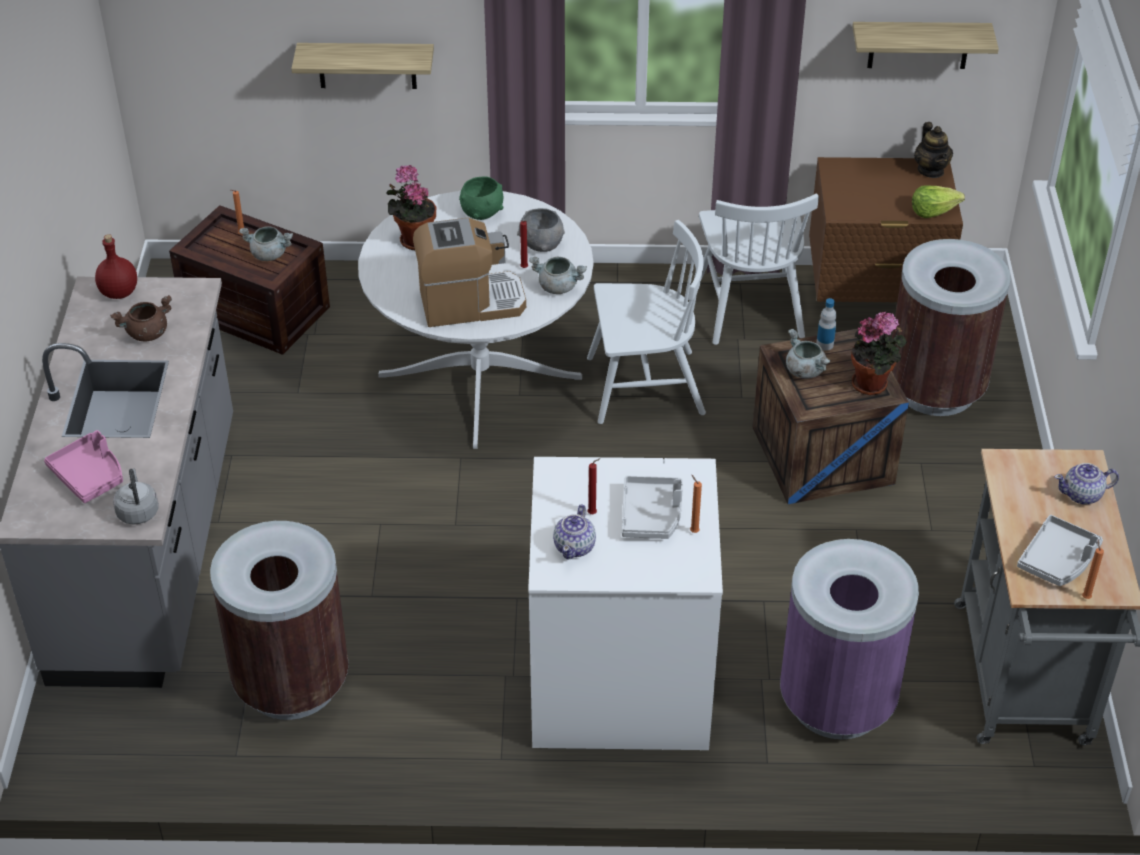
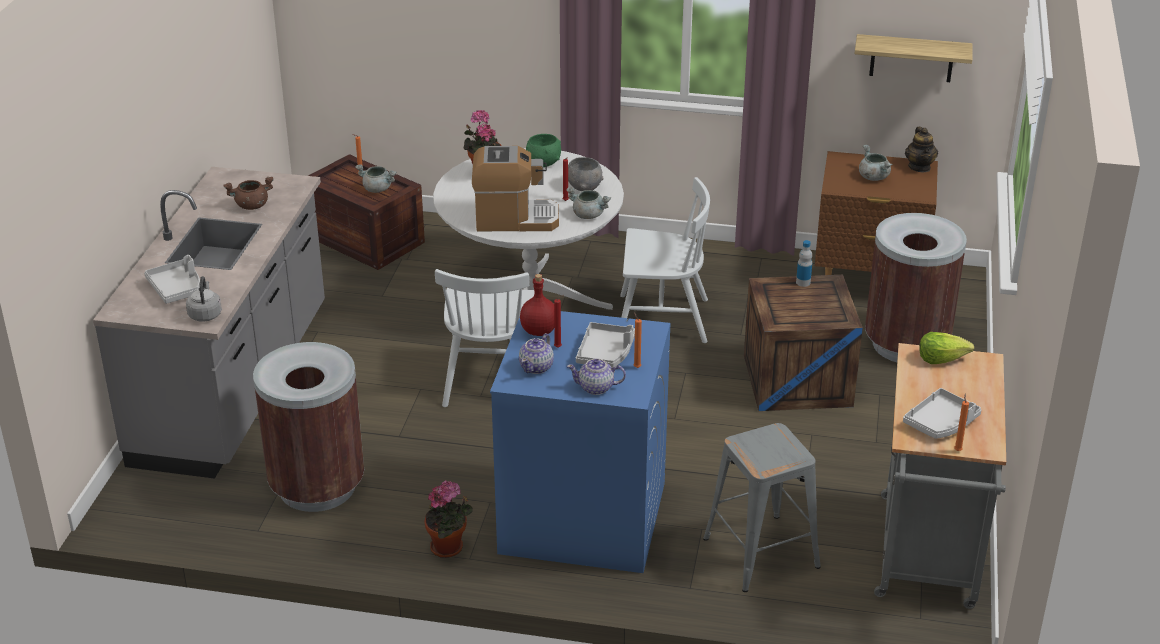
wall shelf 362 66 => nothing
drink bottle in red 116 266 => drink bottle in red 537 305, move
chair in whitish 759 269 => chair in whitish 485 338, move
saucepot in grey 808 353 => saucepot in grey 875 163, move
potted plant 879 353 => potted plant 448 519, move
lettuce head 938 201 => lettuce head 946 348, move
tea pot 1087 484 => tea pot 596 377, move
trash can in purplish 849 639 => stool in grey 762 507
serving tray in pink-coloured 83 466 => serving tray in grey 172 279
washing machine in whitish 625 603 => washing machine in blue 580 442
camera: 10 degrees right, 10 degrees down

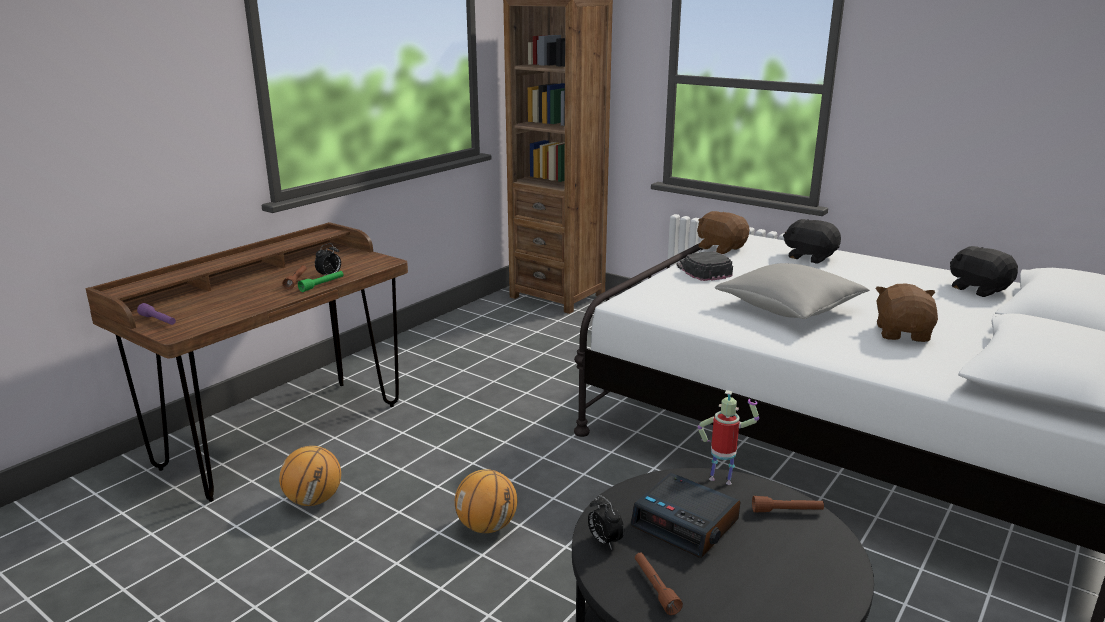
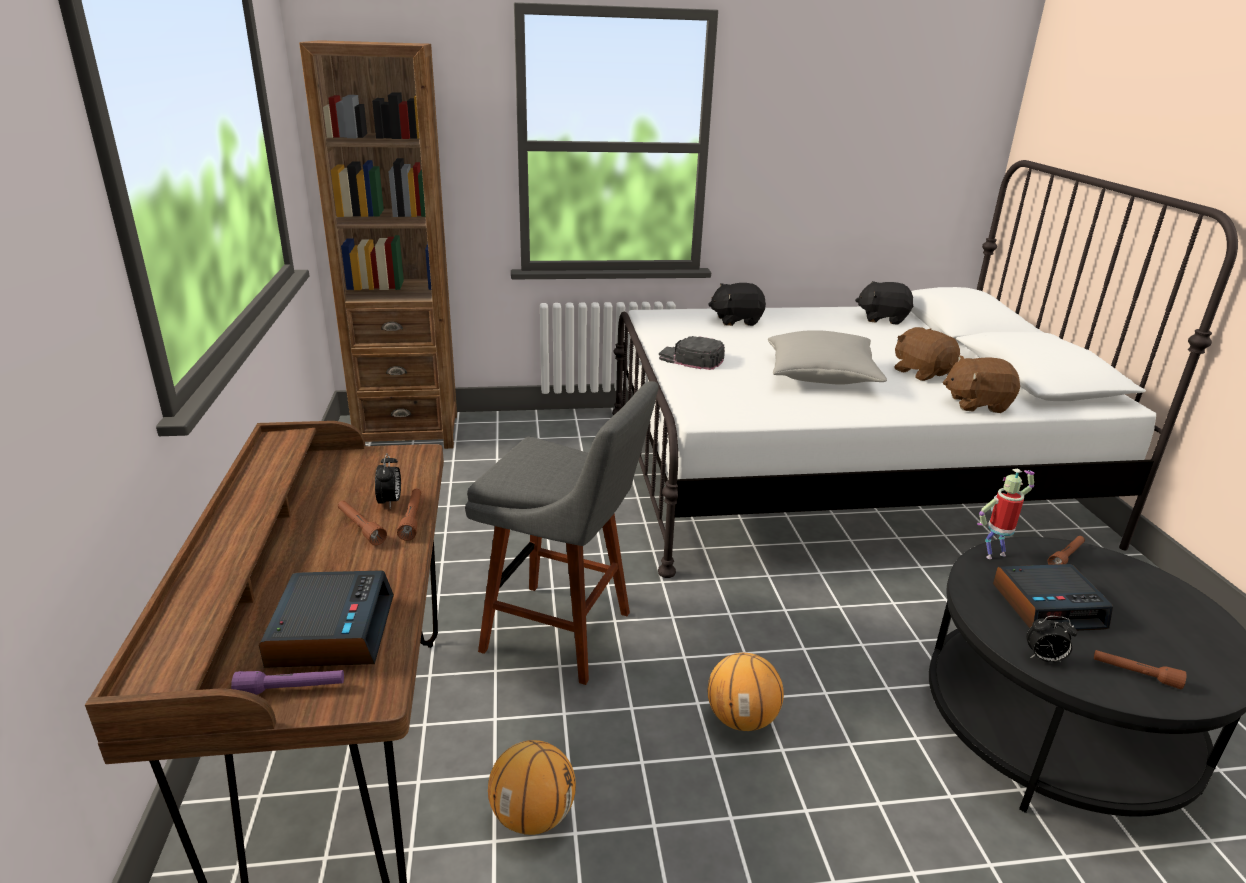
nothing => table clock 326 619
nothing => stool in grey 562 533
soft toy in brown 723 232 => soft toy in brown 981 384, move
hand torch in green 320 281 => hand torch in brown 409 515
camera: 45 degrees left, 5 degrees up

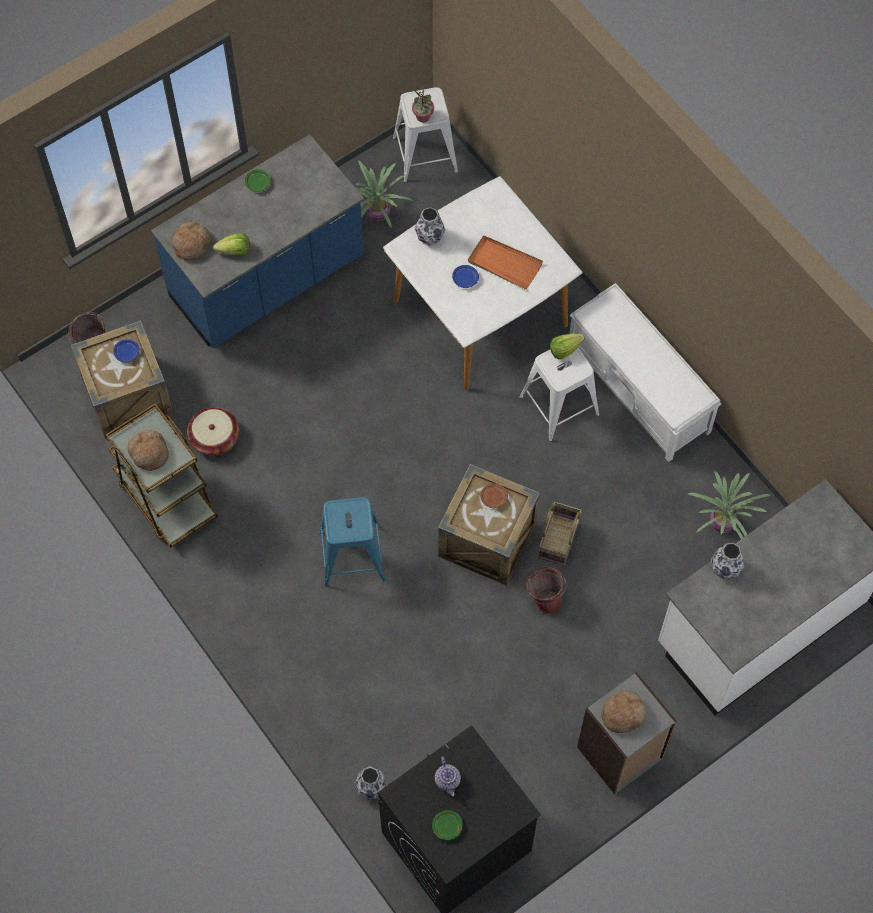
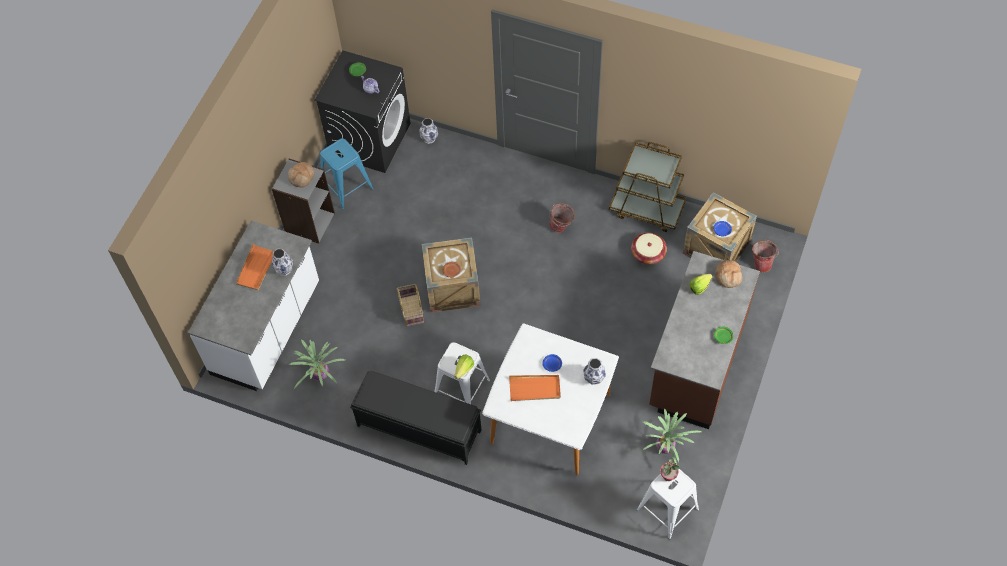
bakery bread 148 450 => nothing
nothing => serving tray in orange 255 266
stool in blue 352 542 => stool in blue 347 174, move
water bucket 546 590 => water bucket 562 218, move
kitchen base unit in blue 257 241 => kitchen base unit in brown 704 340
bench in whitish 645 372 => bench in black-coloured 415 418
camera: 150 degrees right, 5 degrees down

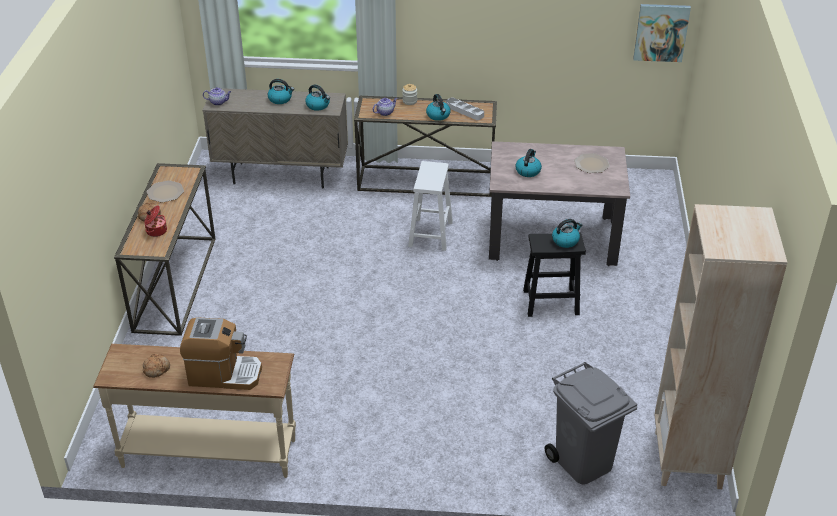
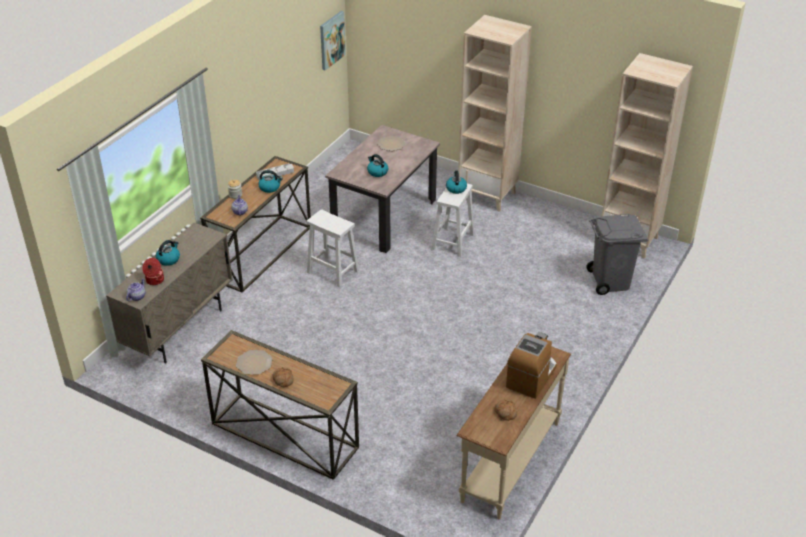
kettle 317 97 => nothing
nothing => bookcase in beige-coloured 495 113
saucepot 155 221 => saucepot 153 271, move
stool in black-coloured 554 275 => stool in whitish 452 220
camera: 65 degrees left, 0 degrees up

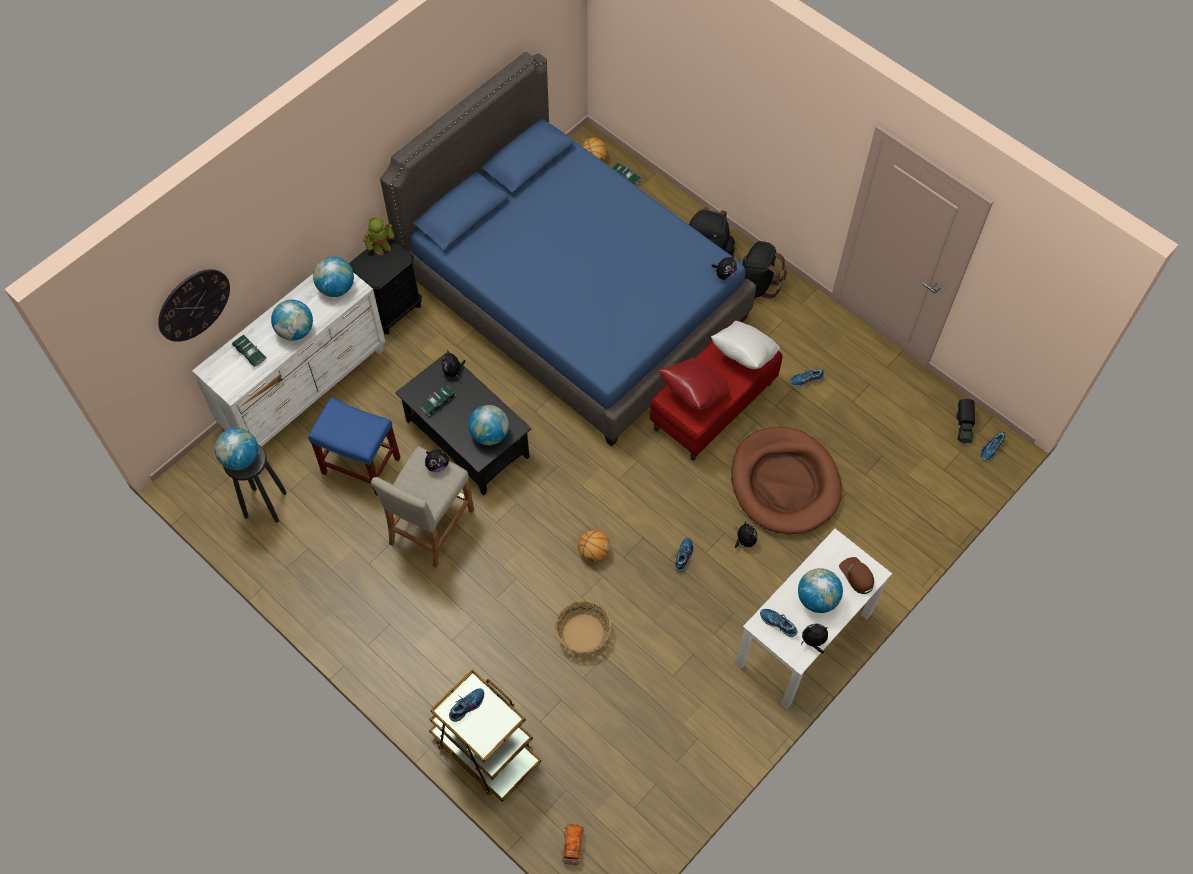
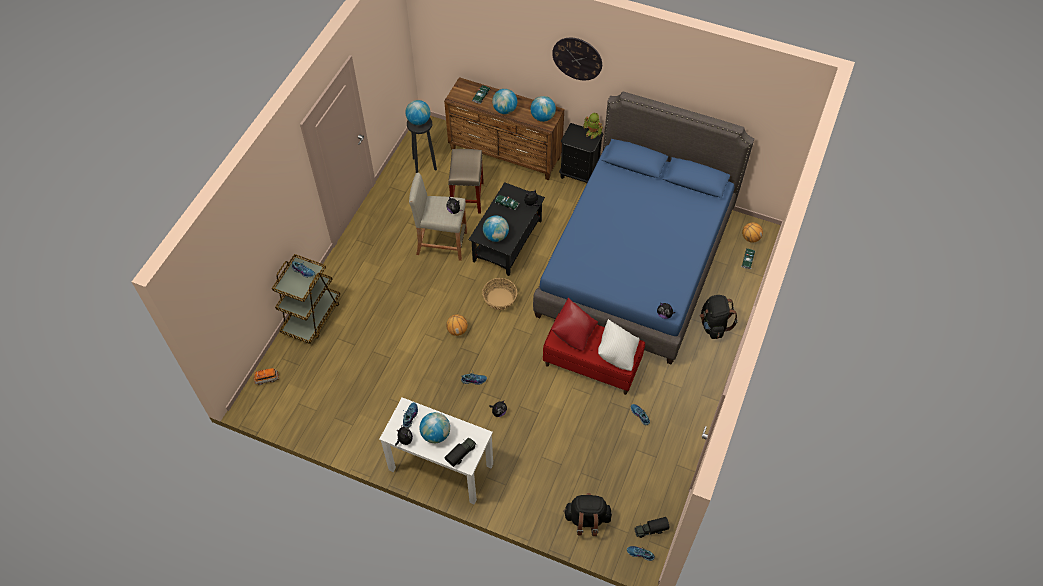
pet bed in brown 786 480 => nothing
wall clock 194 305 => wall clock 577 59, move
basket 583 627 => basket 499 294, move
knapsack in black-coloured 762 270 => knapsack in black-coloured 587 514, move
baseball cap in brown 856 575 => toy truck 460 452
drawer chest in whitish 288 359 => drawer chest in brown 504 128
stool in blue 354 446 => stool in beige-coloured 466 181
camera: 70 degrees right, 5 degrees down

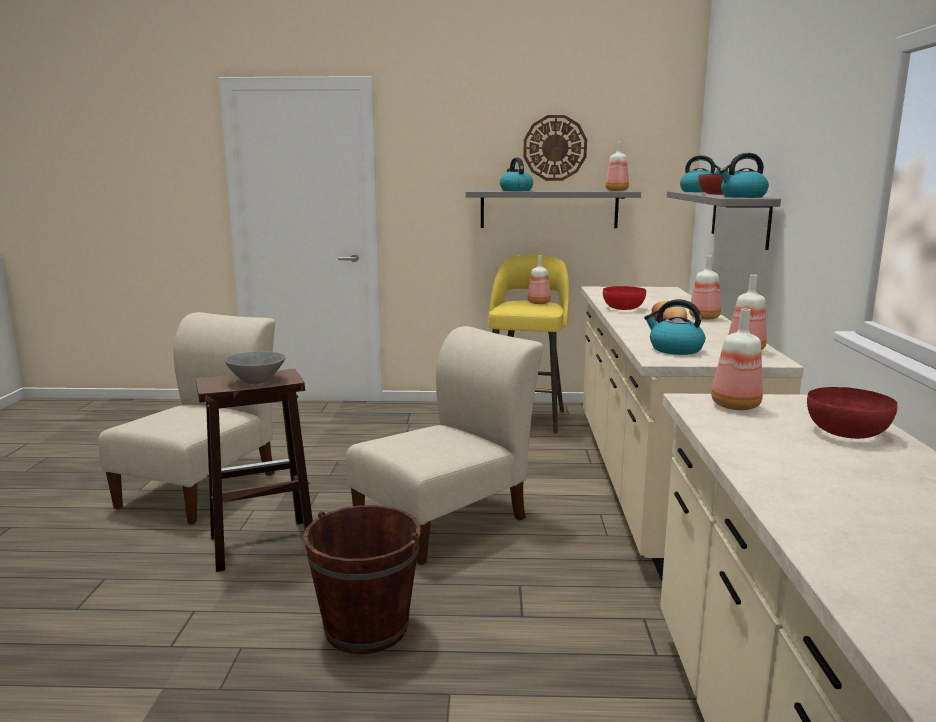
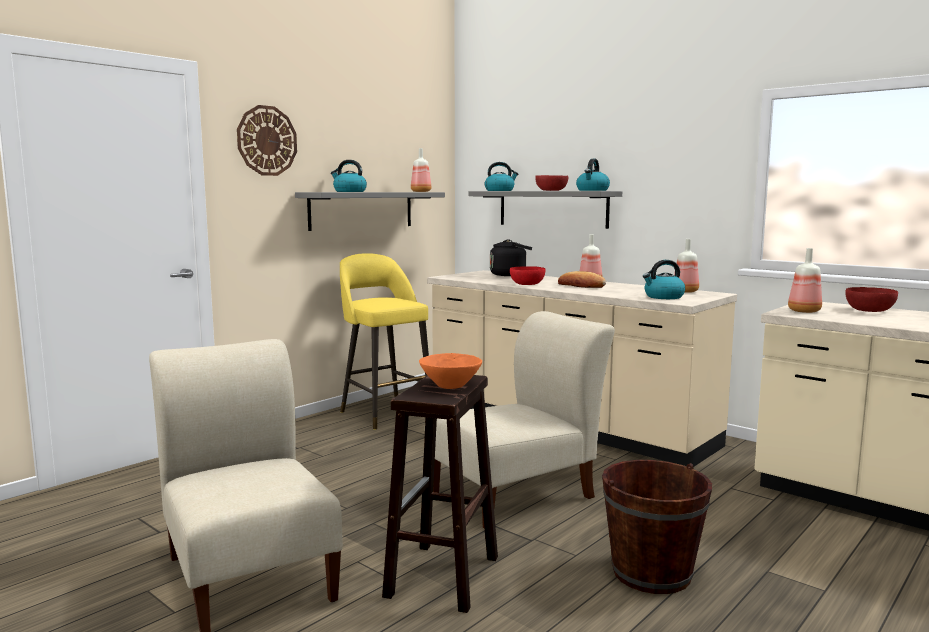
drink bottle 539 279 => nothing
nothing => kettle in black-coloured 511 257
wall clock 555 148 => wall clock 267 140, move
serving bowl in grey 255 368 => serving bowl in orange 450 371
chair in beige-coloured 444 445 => chair in beige-coloured 524 420, 60 degrees clockwise
camera: 50 degrees left, 5 degrees down

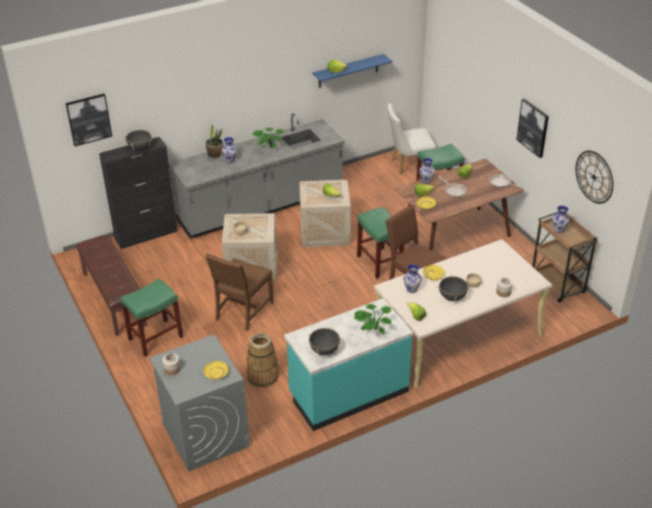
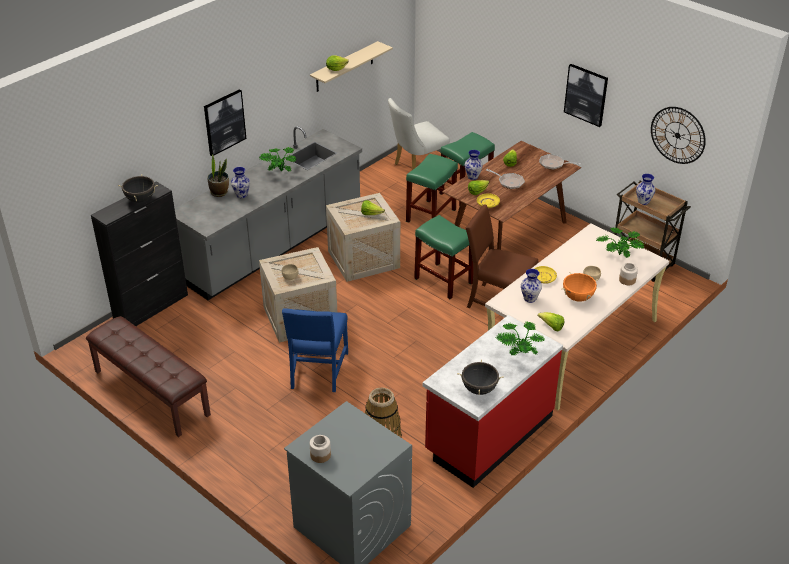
plate in yellowish 216 370 => nothing
nothing => potted plant 621 243
wall art 89 120 => wall art 225 123, move
stool in green 151 317 => stool in green 432 188, move
chair in brown 239 292 => chair in blue 315 350
kitchen base unit in turquoise 348 364 => kitchen base unit in red 493 401
wall shelf in blue 352 71 => wall shelf in beige-coloured 351 66
saucepot in black-coloured 454 287 => saucepot in orange 580 287
camera: 20 degrees left, 0 degrees up

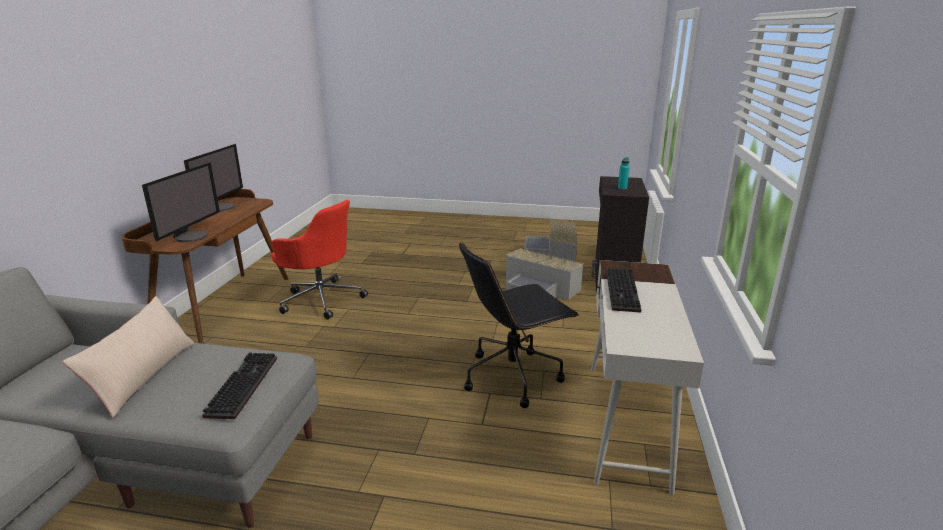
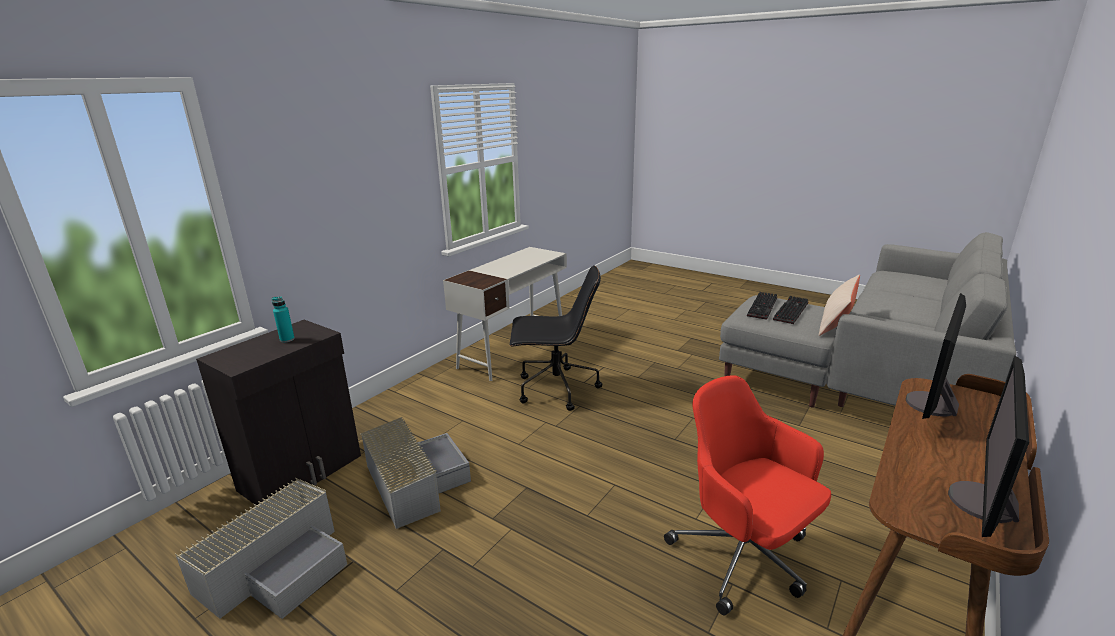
keyboard 624 290 => keyboard 791 310, move
camera: 155 degrees left, 0 degrees up

